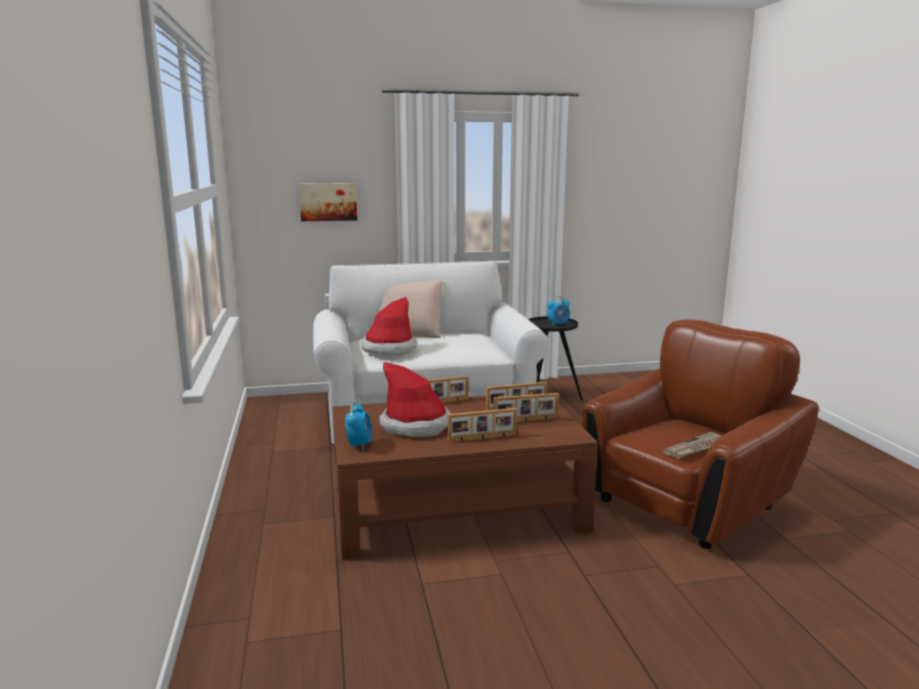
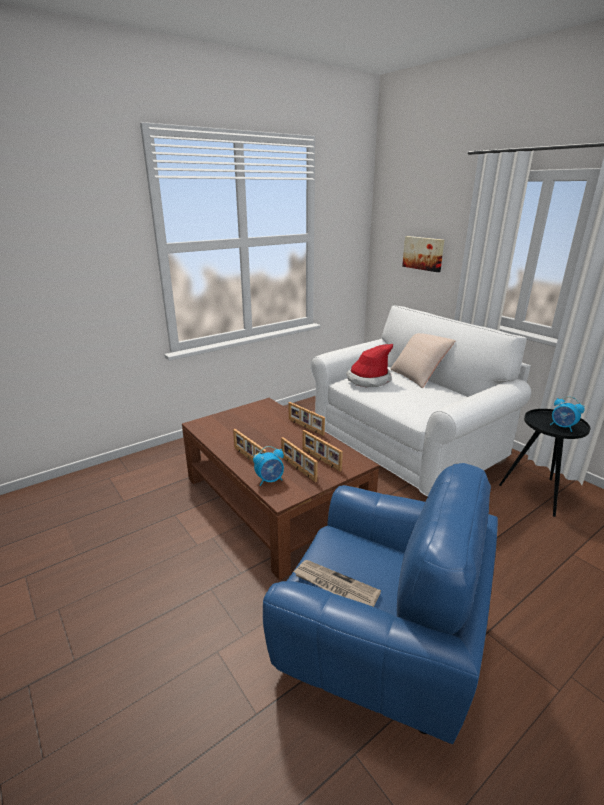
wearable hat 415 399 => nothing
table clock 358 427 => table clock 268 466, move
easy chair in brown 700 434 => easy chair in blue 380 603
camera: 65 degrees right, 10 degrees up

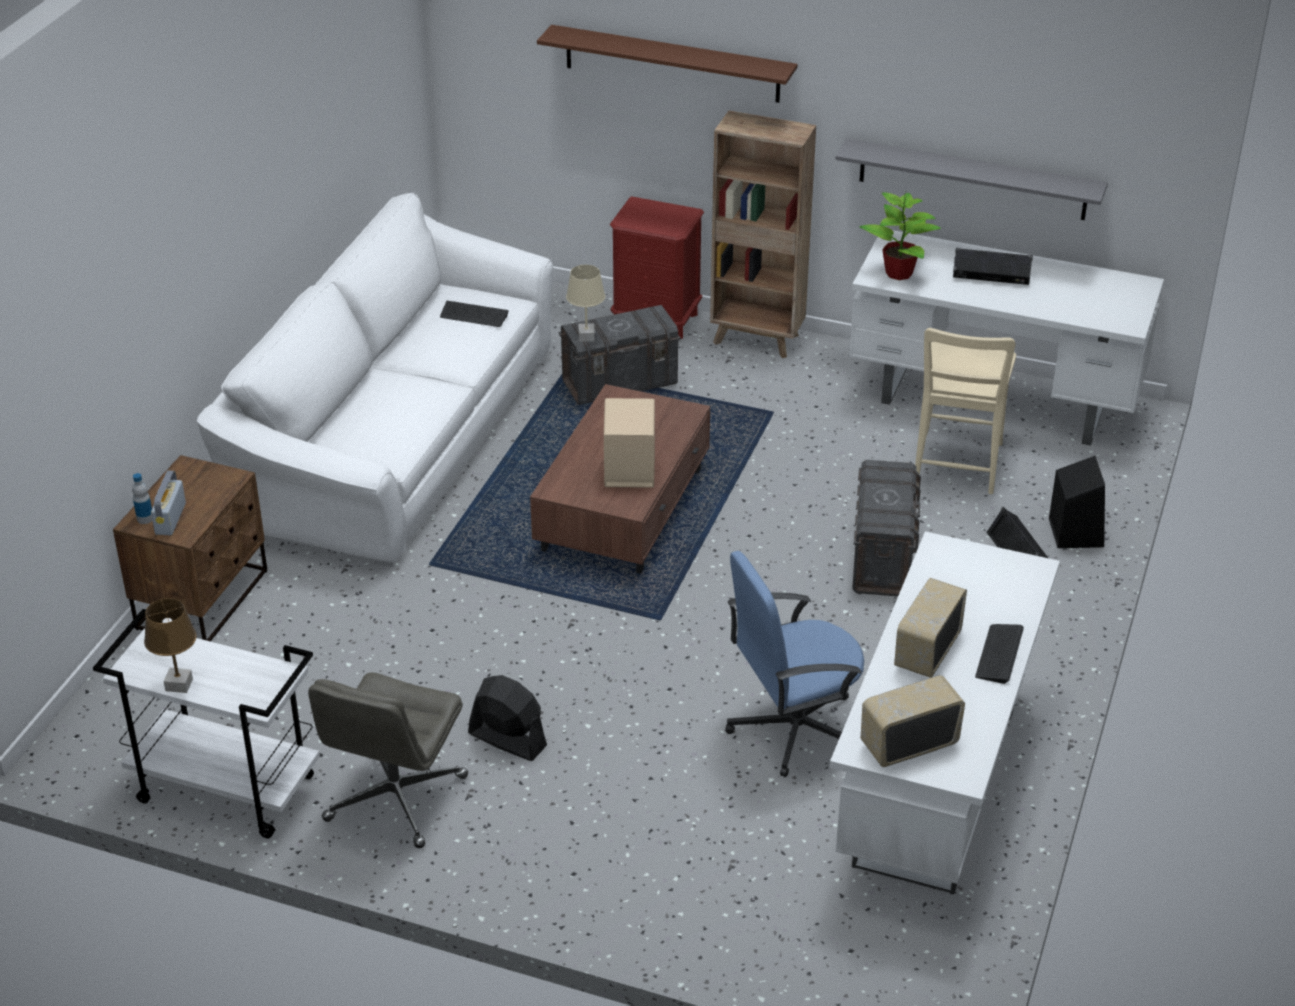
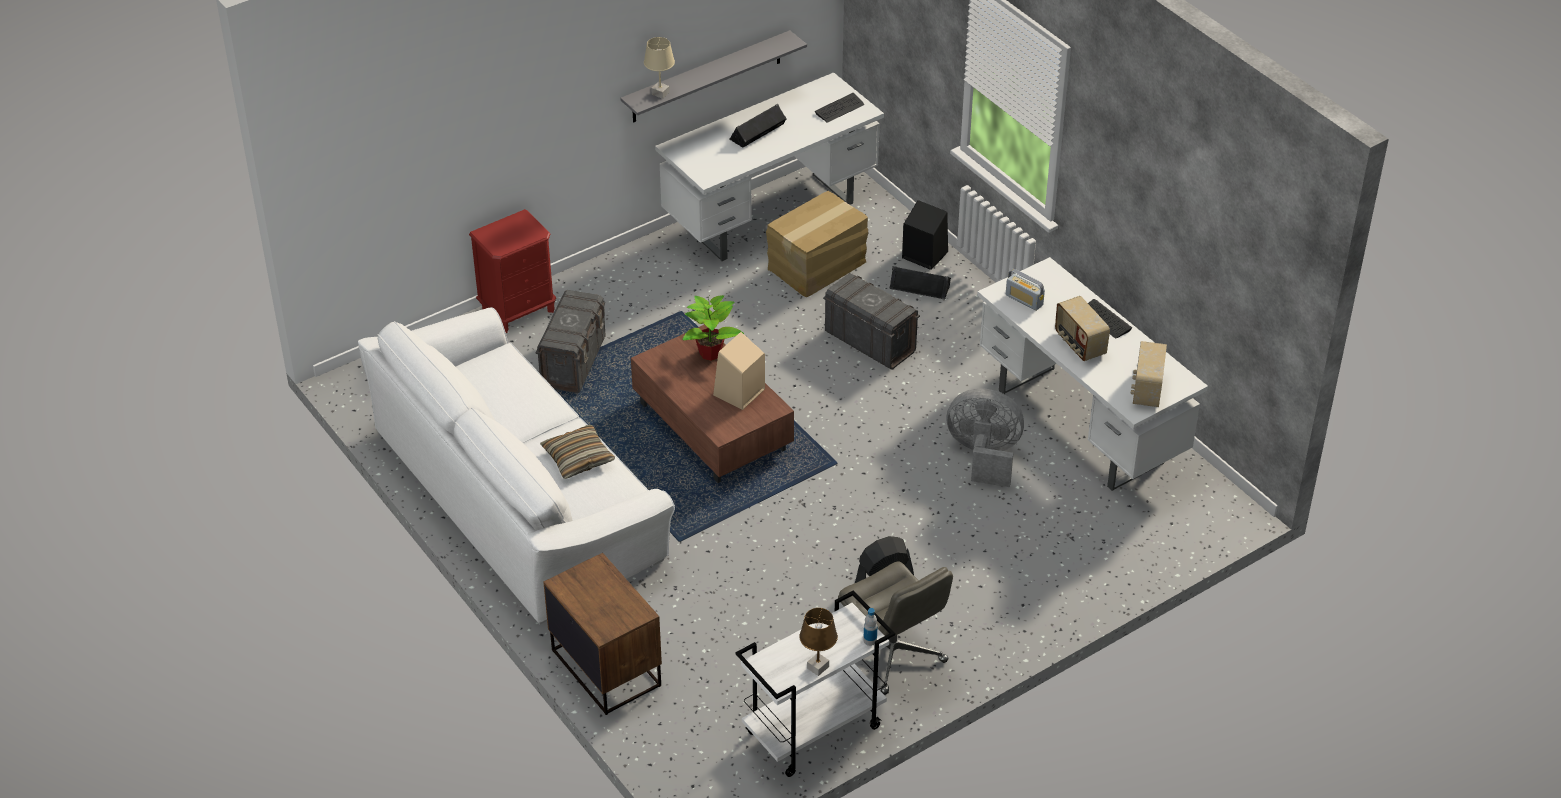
wall shelf in brown 667 64 => nothing
bookcase in brown 763 234 => nothing
nothing => throw pillow 577 452
drink bottle 142 498 => drink bottle 870 627, move
radio 168 502 => radio 1025 290, move
keyboard 474 314 => keyboard 839 108, move
lamp for a table in beige-coloured 585 303 => lamp for a table in beige-coloured 659 68, move
potted plant 900 235 => potted plant 713 328, move
computer chair in blue 794 664 => fan in grey 985 437
chair in beige-coloured 965 411 => packing box 817 244
camera: 55 degrees left, 5 degrees up

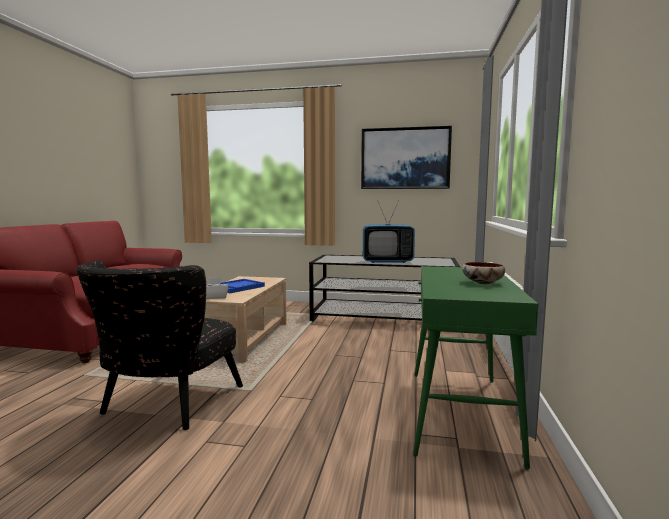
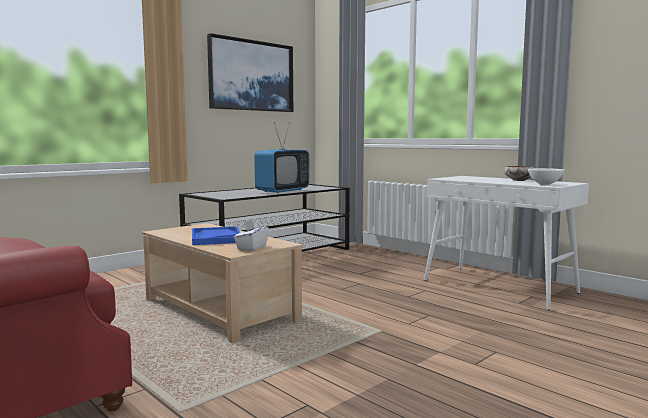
easy chair in black-coloured 159 345 => nothing
nothing => serving bowl in whitish 546 177
console table in green 475 367 => console table in whitish 506 243
camera: 55 degrees left, 0 degrees up

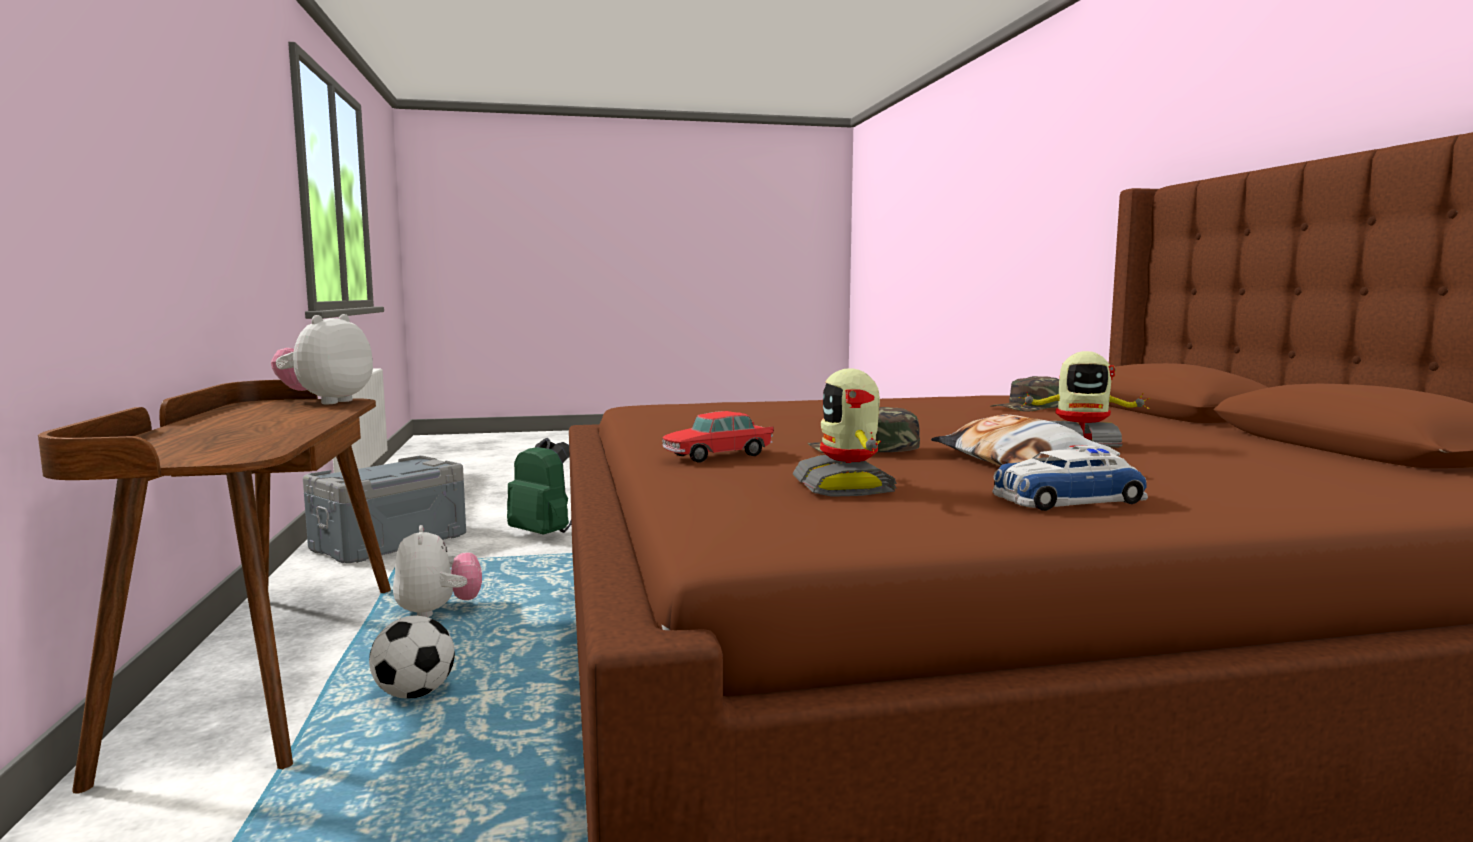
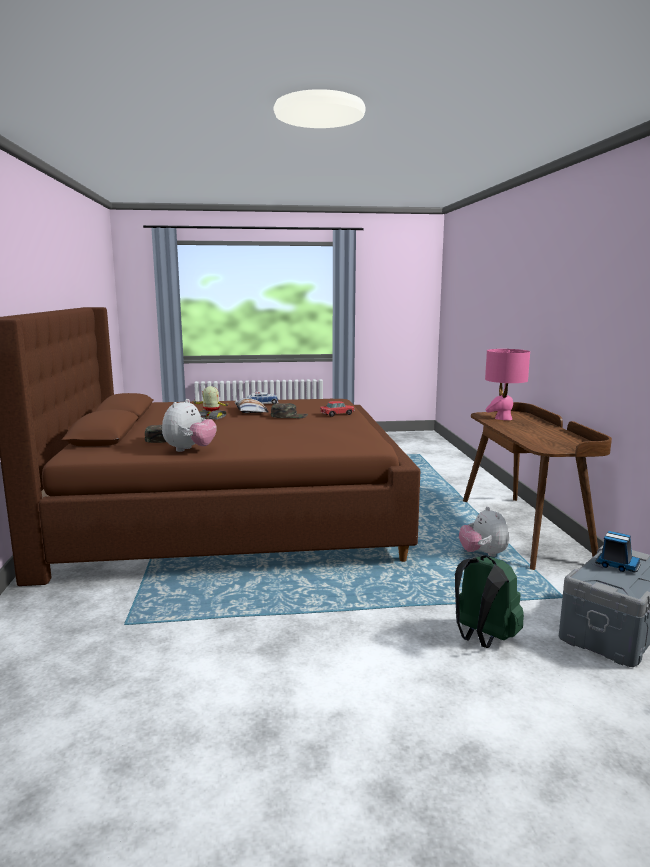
ball for football 412 657 => nothing
robot figure 845 432 => nothing
nothing => lamp for a table in pink-coloured 507 384
nothing => toy truck 618 552
soft toy 322 359 => soft toy 189 425, move
camera: 175 degrees left, 5 degrees up

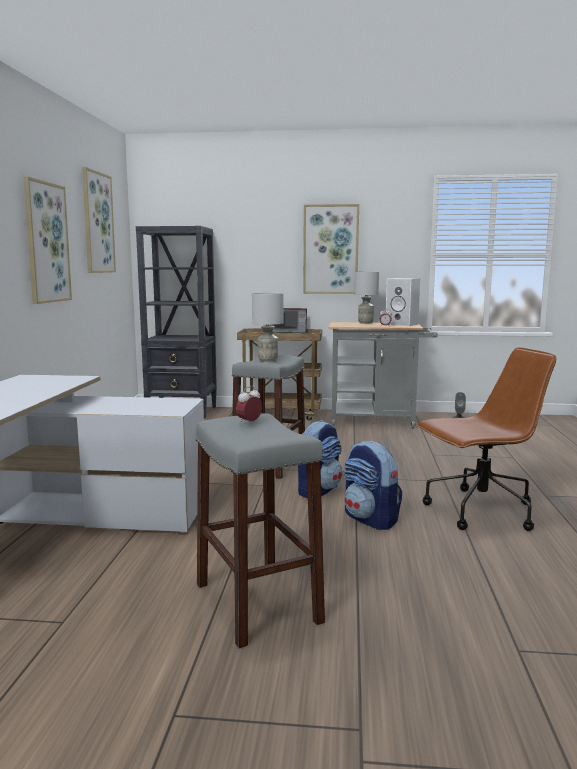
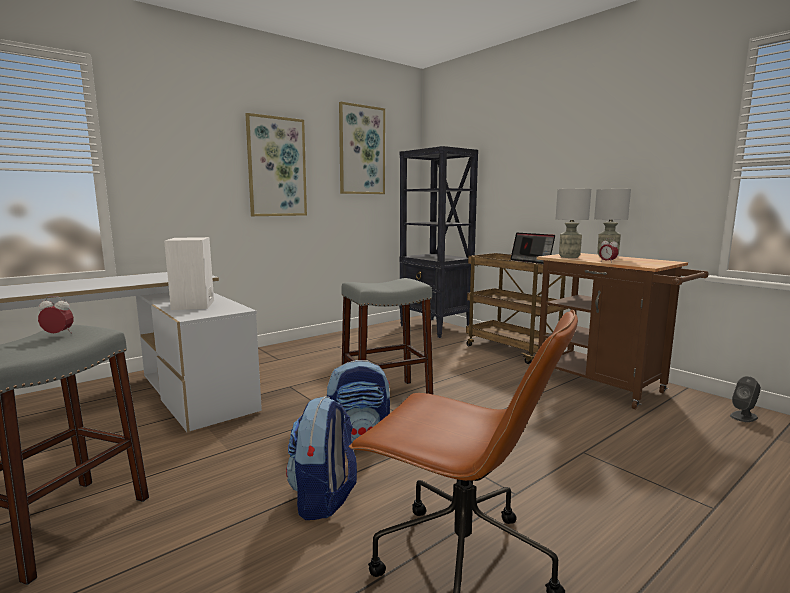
wall art 331 249 => nothing
lamp for a table in grey 267 327 => lamp for a table in grey 573 223, move
audio speaker in whitish 403 302 => audio speaker in whitish 189 273, move
cart in grey 383 375 => cart in brown 622 331
camera: 45 degrees right, 0 degrees up

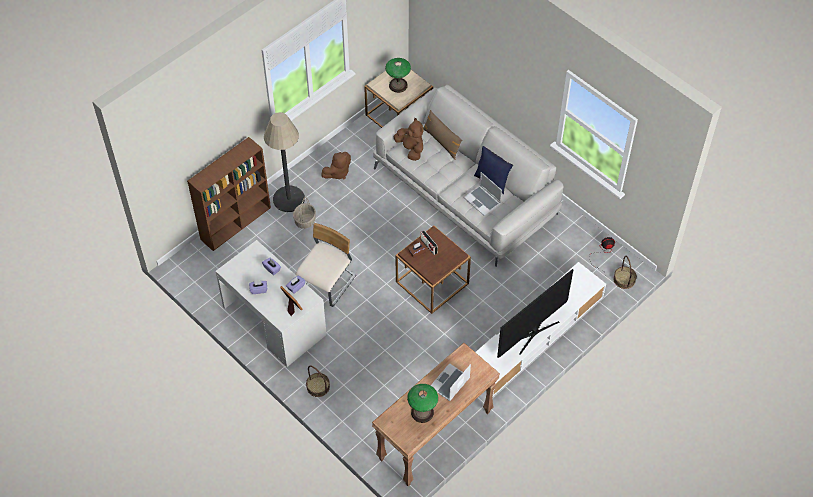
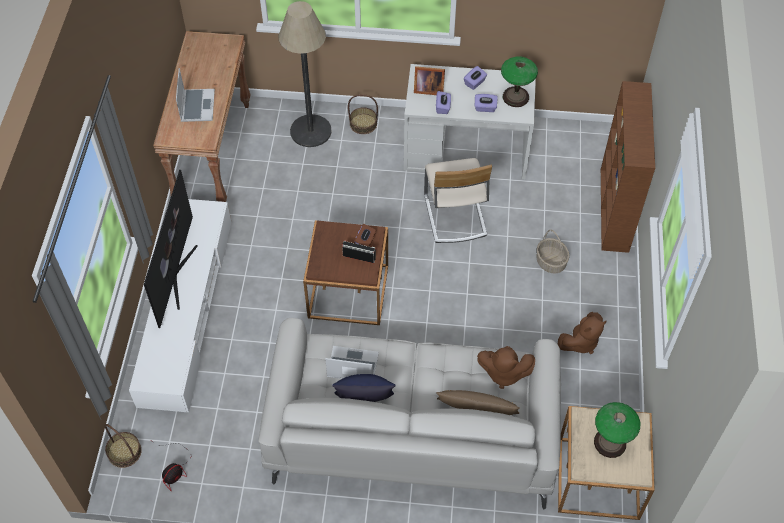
standard lamp 284 162 => standard lamp 305 74, move
lamp for a table 422 403 => lamp for a table 519 82, move
soft toy in brown 336 166 => soft toy in brown 582 333, 135 degrees counterclockwise
camera: 140 degrees right, 0 degrees up

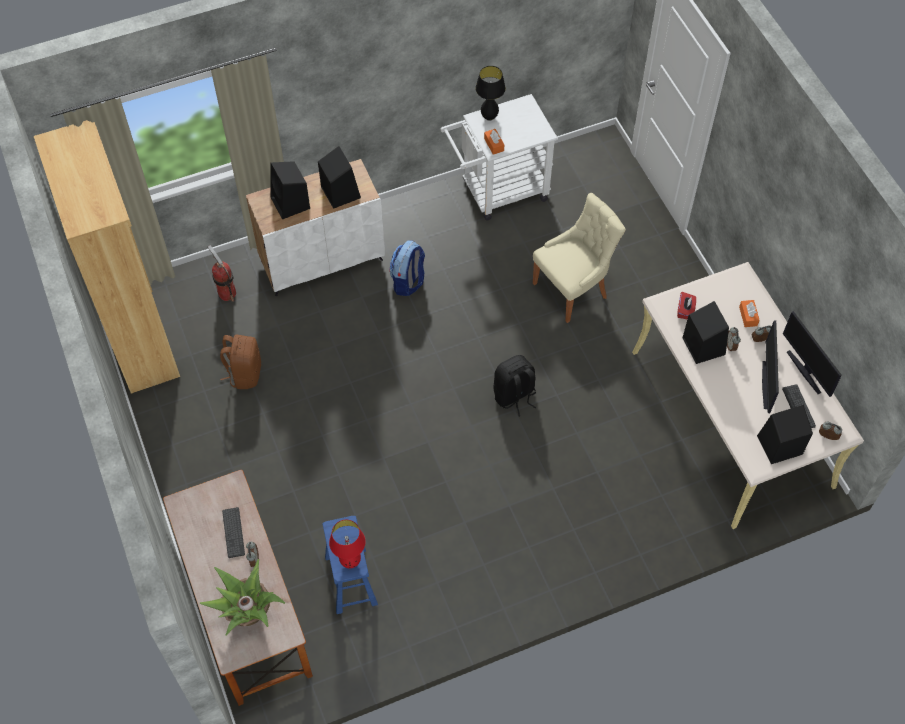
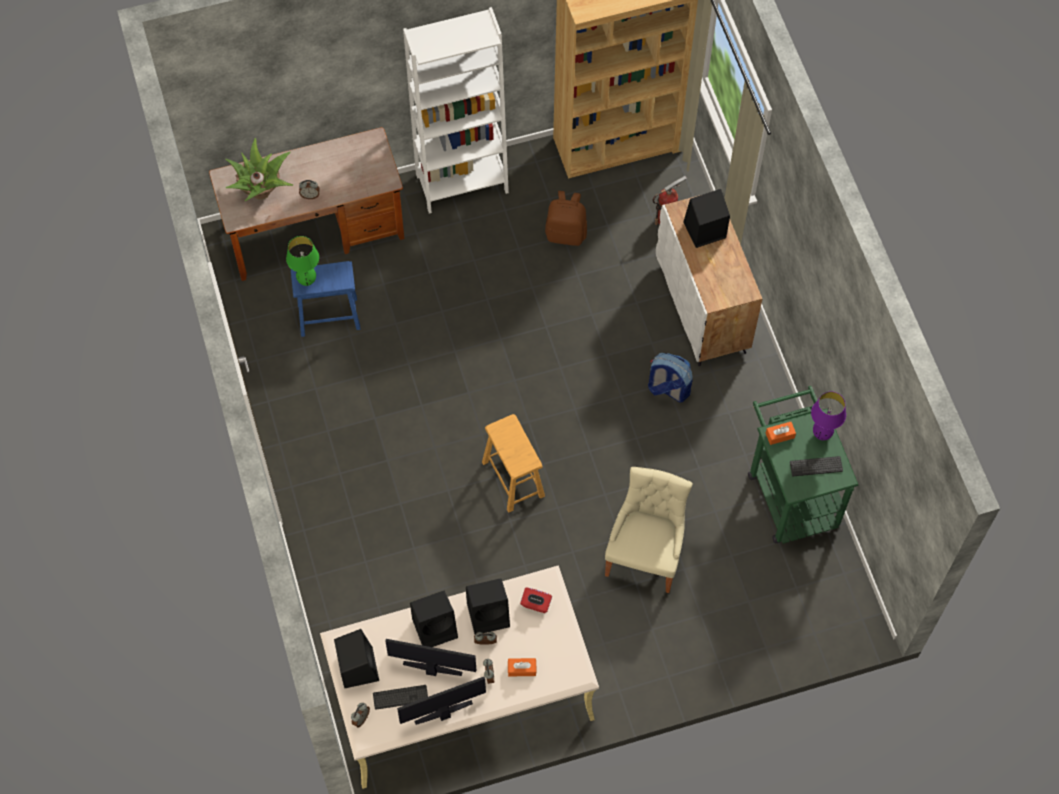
nothing => bookcase in whitish 456 110
keyboard 233 532 => keyboard 816 466, move
audio speaker in black-coloured 339 177 => audio speaker in black-coloured 434 619, move
knapsack in black-coloured 515 386 => stool in brown 513 463
lamp for a table in red 347 544 => lamp for a table in green 302 261
cart in whitish 499 157 => cart in green 803 465
lamp for a table in black-coloured 490 93 => lamp for a table in purplish 828 415
chair in beige-coloured 579 258 => chair in beige-coloured 649 530, 135 degrees counterclockwise
camera: 95 degrees right, 5 degrees up

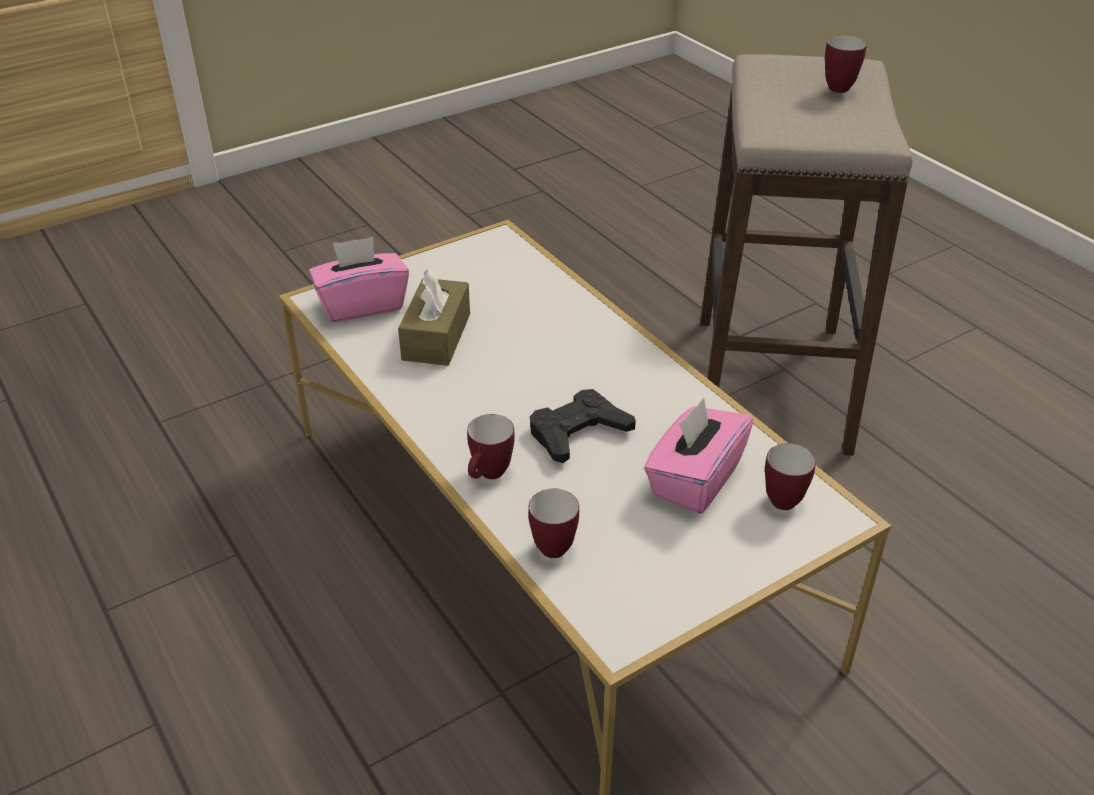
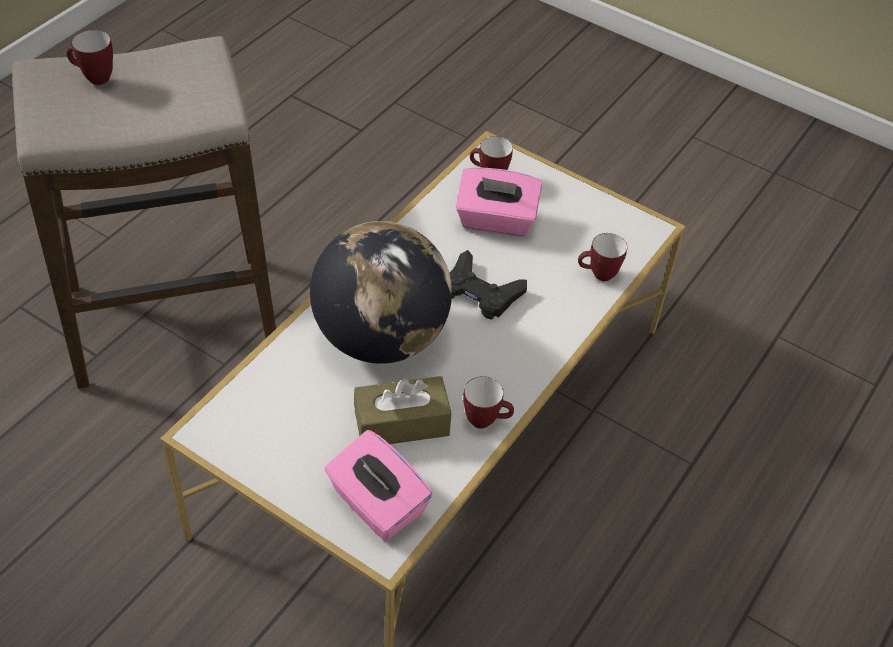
nothing => globe 381 292
mug 491 446 => mug 488 402, move
camera: 115 degrees left, 10 degrees up

